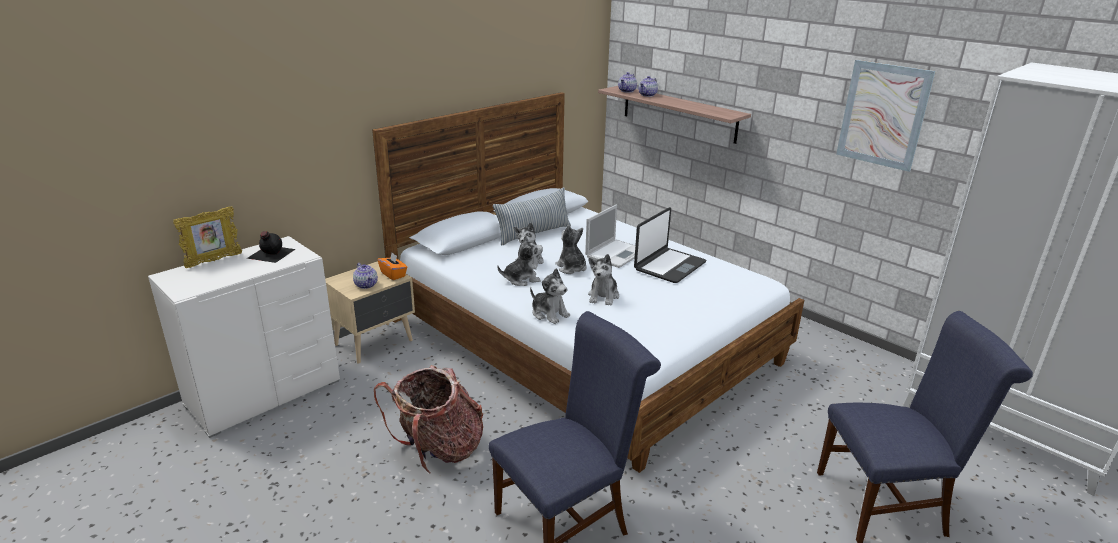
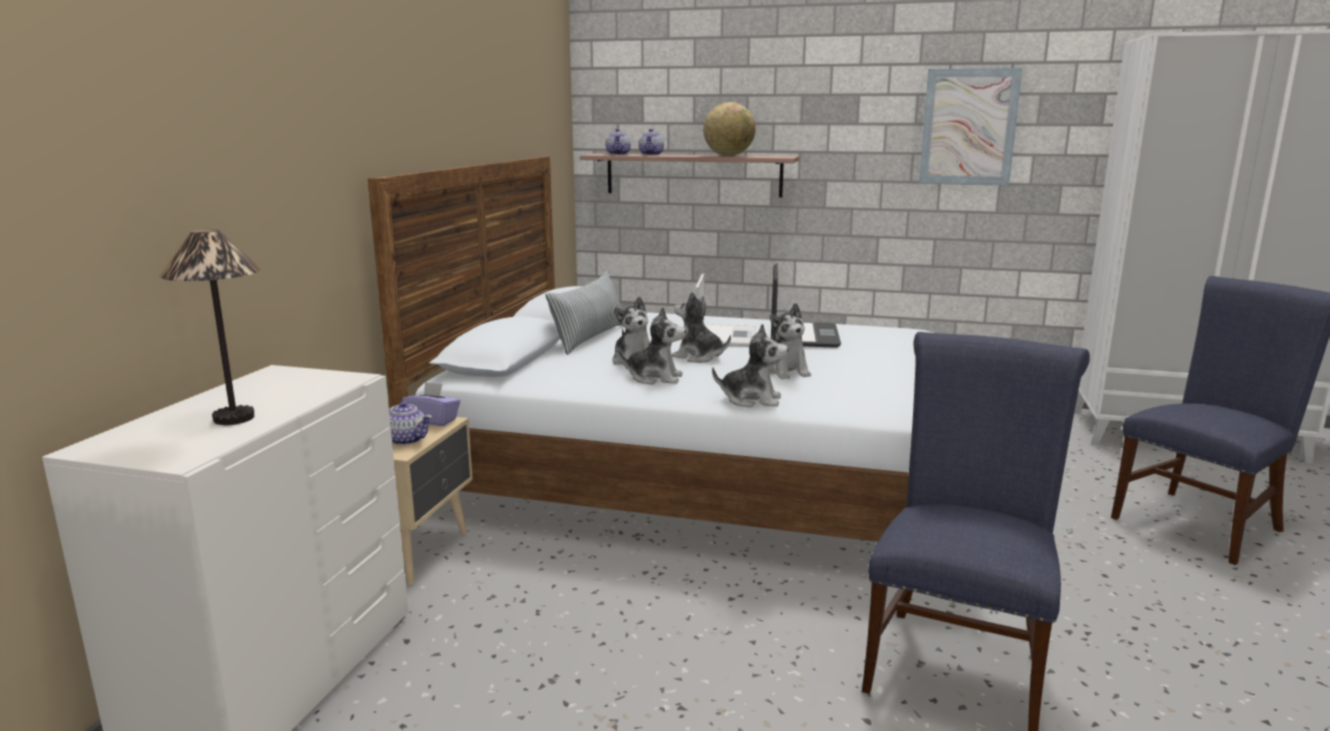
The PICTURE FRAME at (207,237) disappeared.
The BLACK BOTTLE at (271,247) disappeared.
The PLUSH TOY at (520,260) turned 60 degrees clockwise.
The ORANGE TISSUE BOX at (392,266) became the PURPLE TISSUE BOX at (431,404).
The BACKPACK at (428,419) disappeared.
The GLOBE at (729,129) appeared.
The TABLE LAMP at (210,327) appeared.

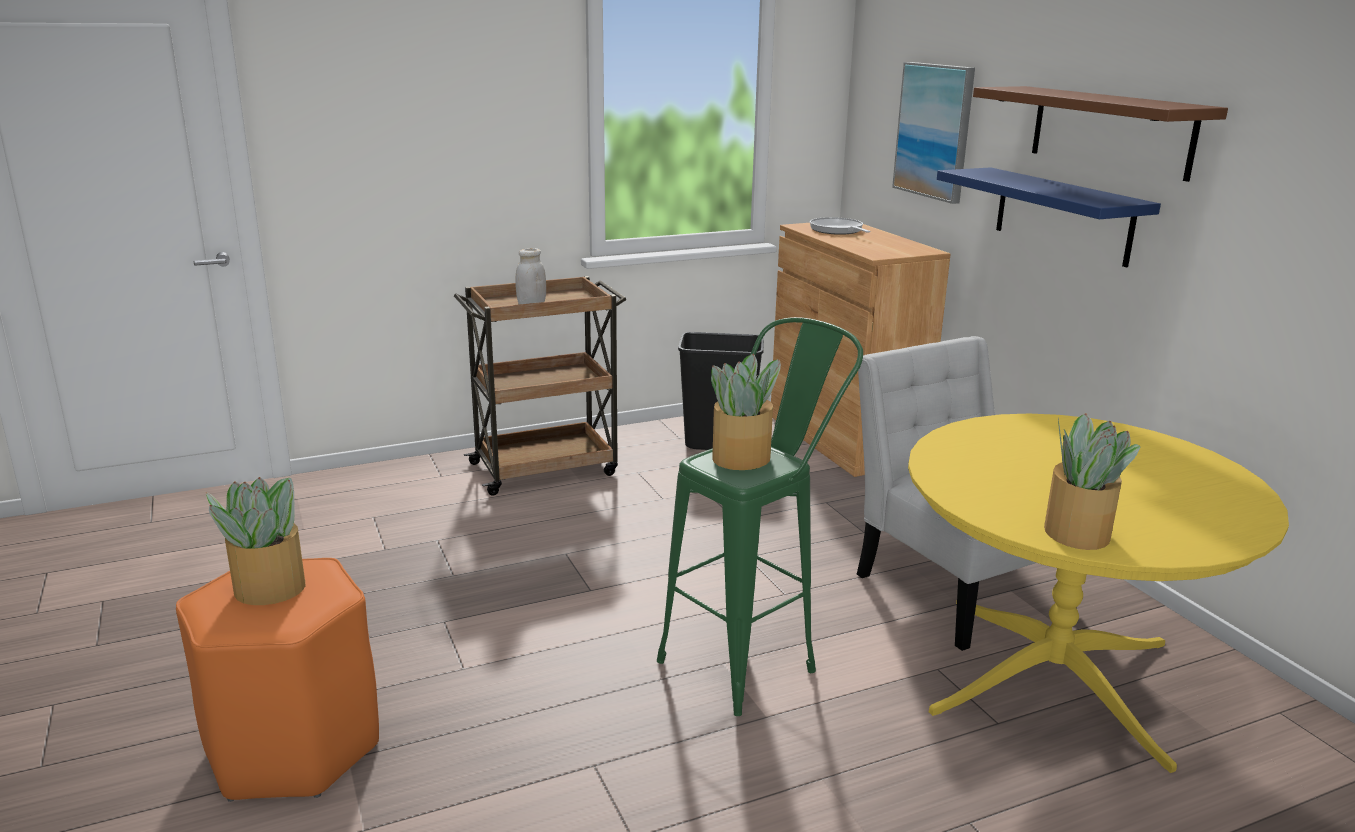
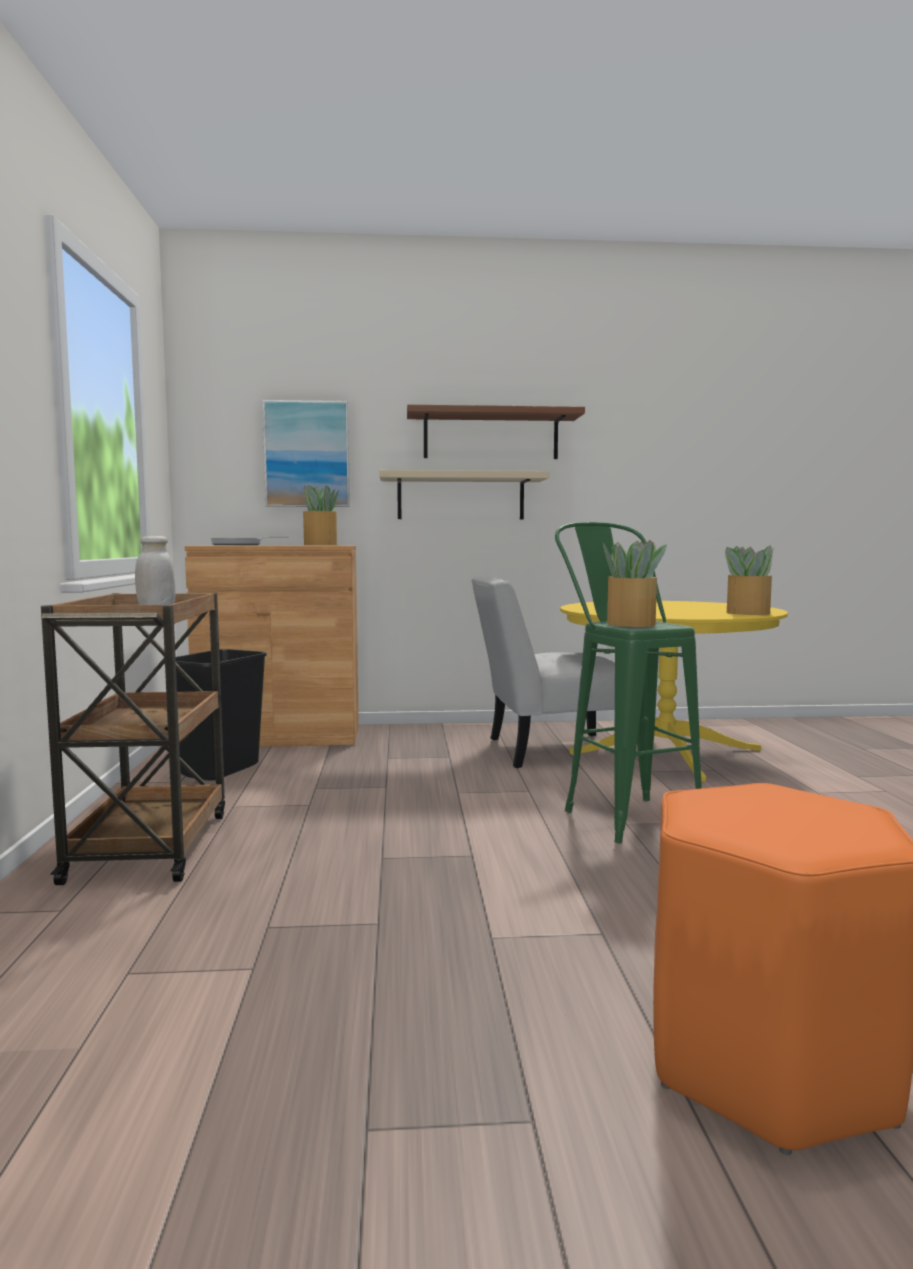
The BLUE SHELF at (1049,217) became the BEIGE SHELF at (464,494).
The POTTED PLANT moved from (255,541) to (321,515).

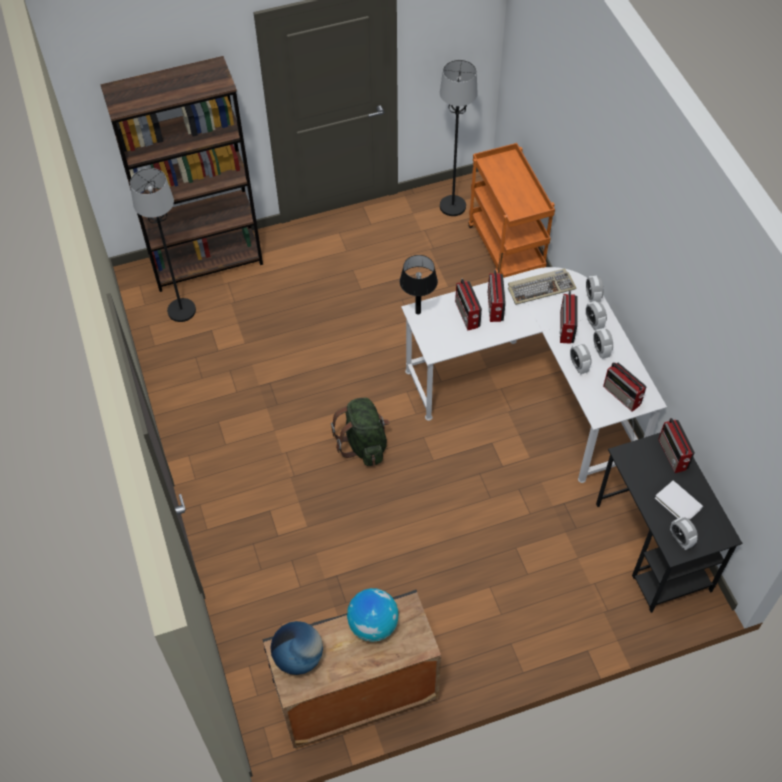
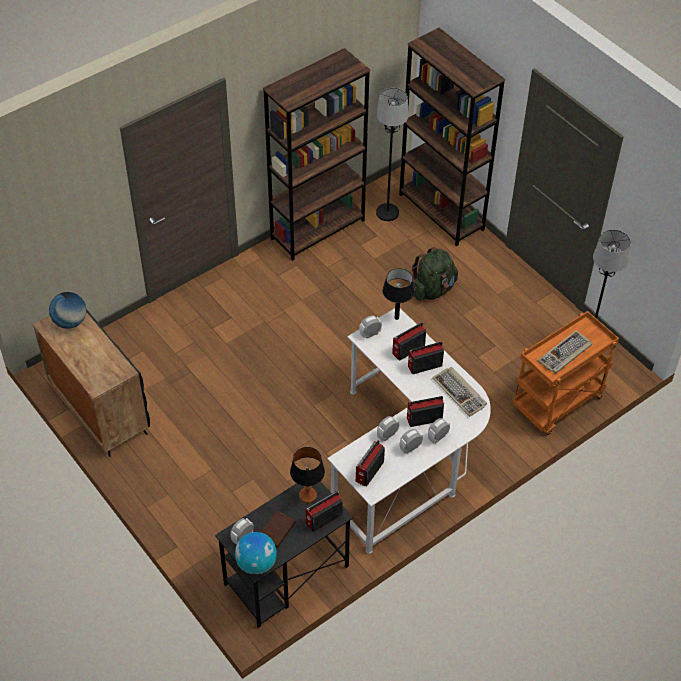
The ALARM CLOCK moved from (594,289) to (370,326).
The GREEN BACKPACK moved from (360,432) to (435,273).
The WHITE BOOK at (679,500) became the BROWN BOOK at (278,529).
The GLOBE moved from (373,615) to (256,553).
The BROWN BOOKCASE at (316,154) appeared.
The KEYBOARD at (565,351) appeared.
The TABLE LAMP at (307,475) appeared.

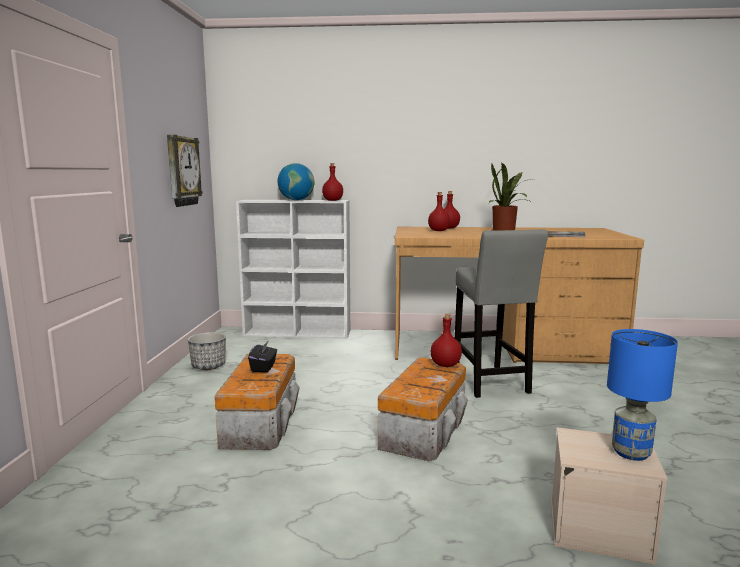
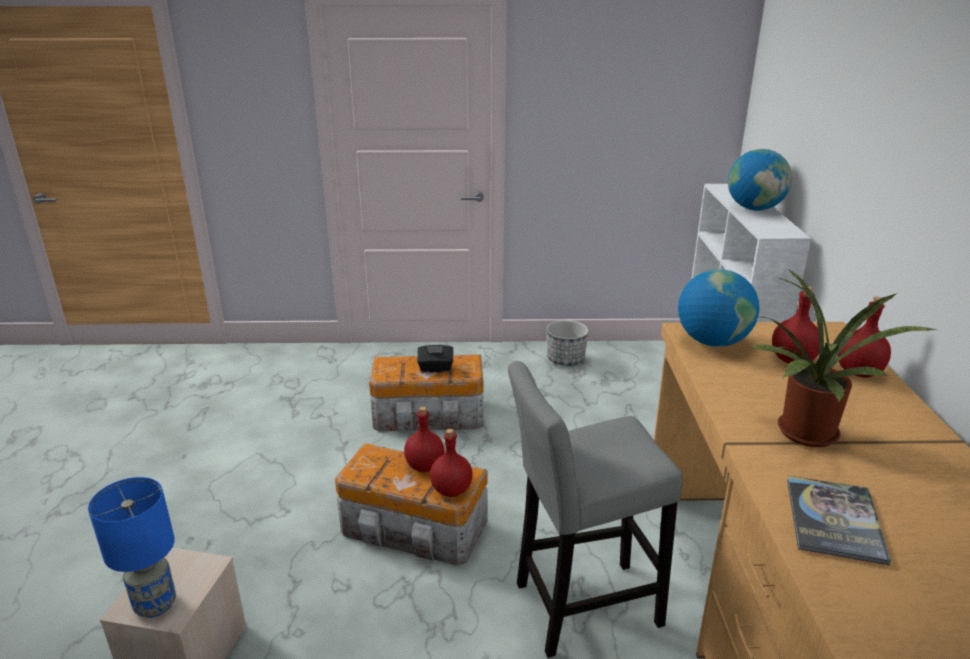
The WALL CLOCK at (185,171) disappeared.
The RED BOTTLE moved from (332,182) to (424,439).
The GLOBE at (719,308) appeared.

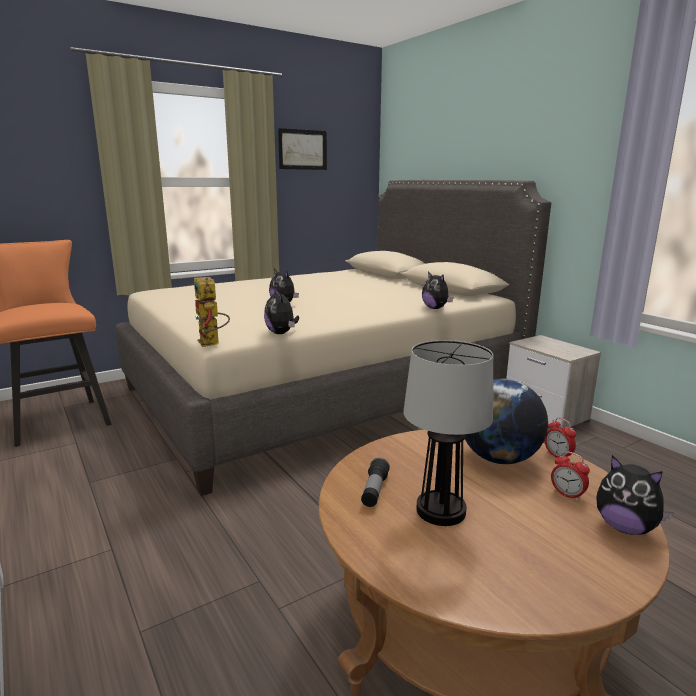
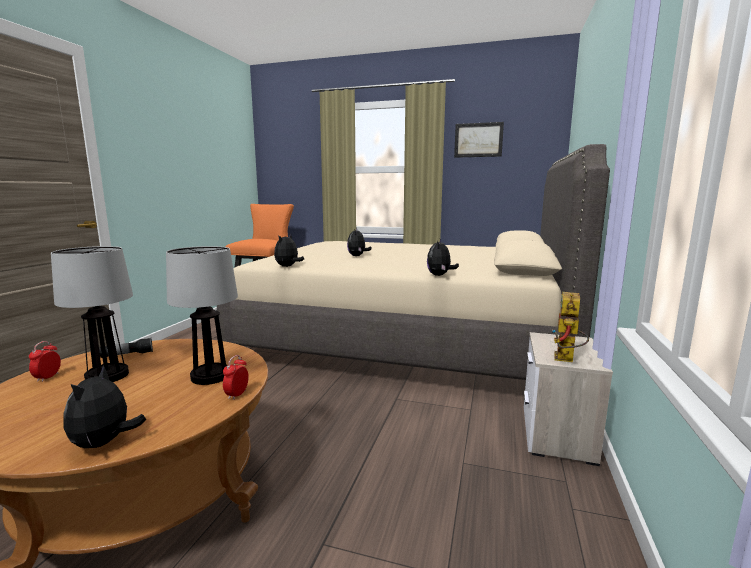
The TOY ROBOT moved from (212,312) to (570,327).
The GLOBE at (506,421) was replaced by the TABLE LAMP at (202,315).
The ALARM CLOCK moved from (570,476) to (45,361).

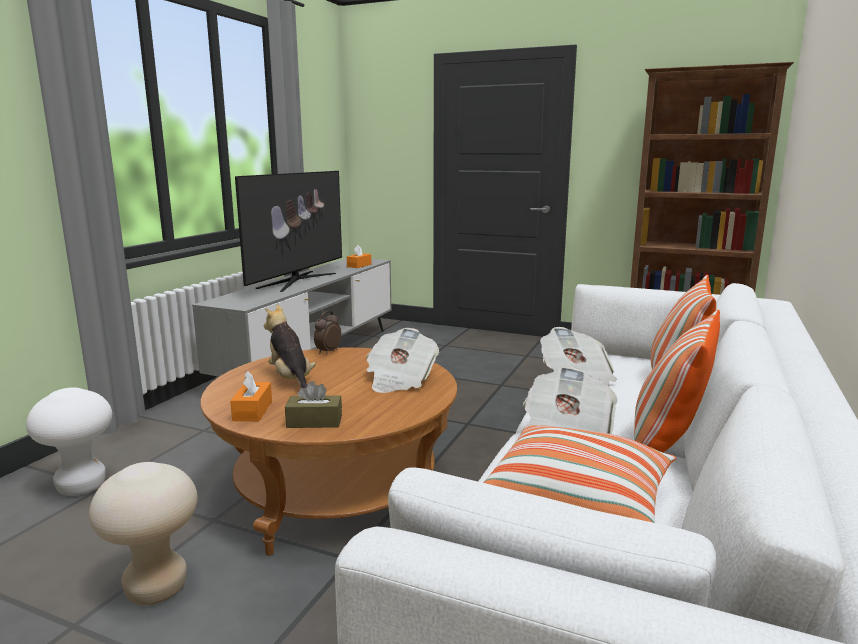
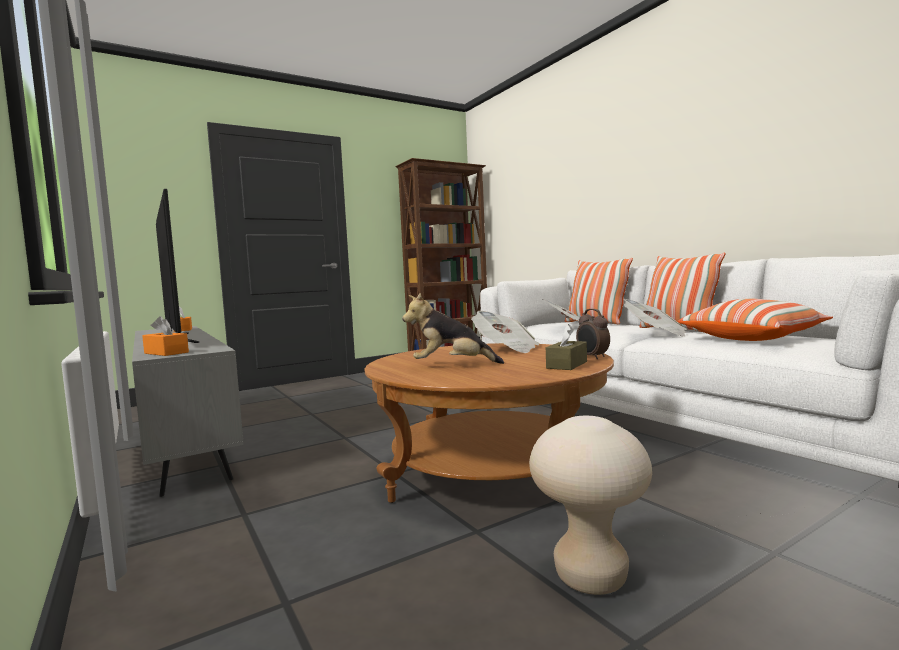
The ALARM CLOCK moved from (327,332) to (593,334).
The ORANGE TISSUE BOX moved from (251,396) to (165,336).
The WHITE STOOL at (69,441) disappeared.

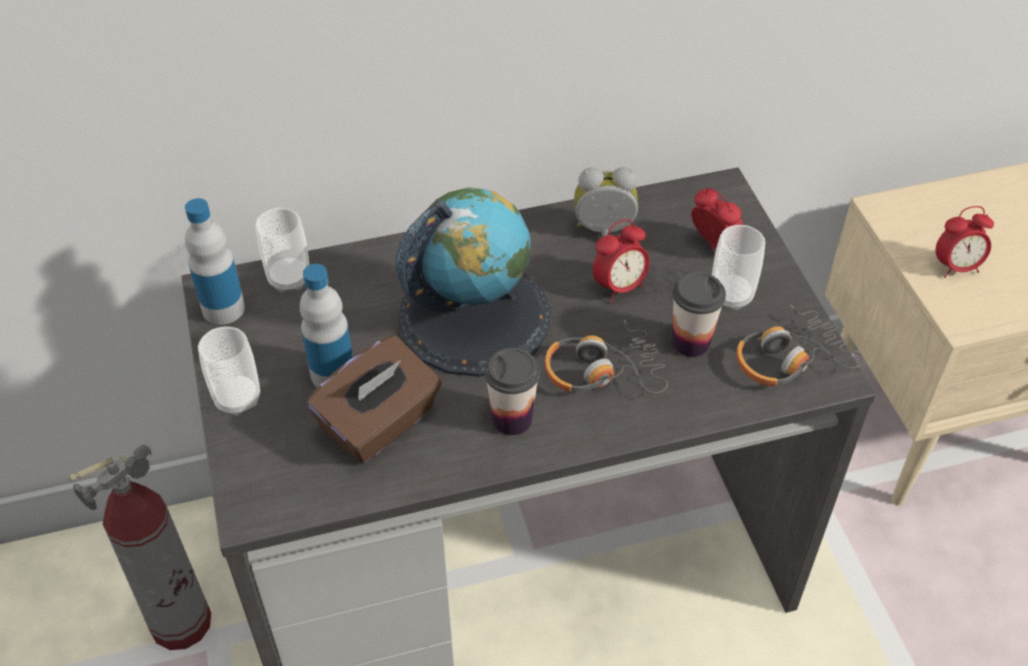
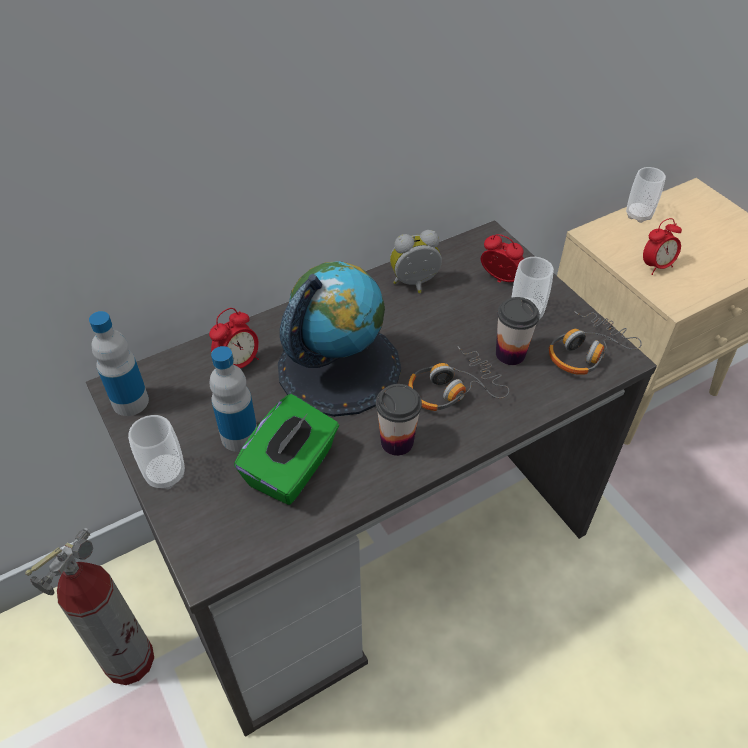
The CUP moved from (282,250) to (646,195).
The ALARM CLOCK moved from (621,260) to (234,338).
The BROWN TISSUE BOX at (374,399) became the GREEN TISSUE BOX at (286,449).

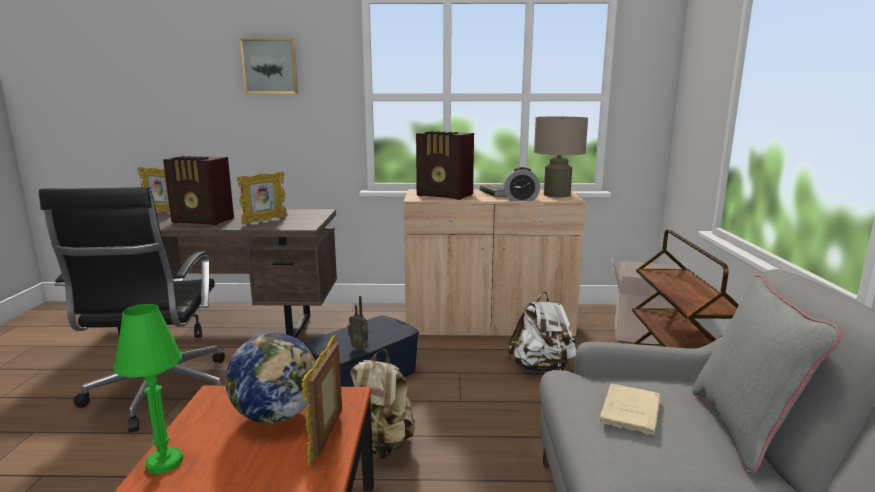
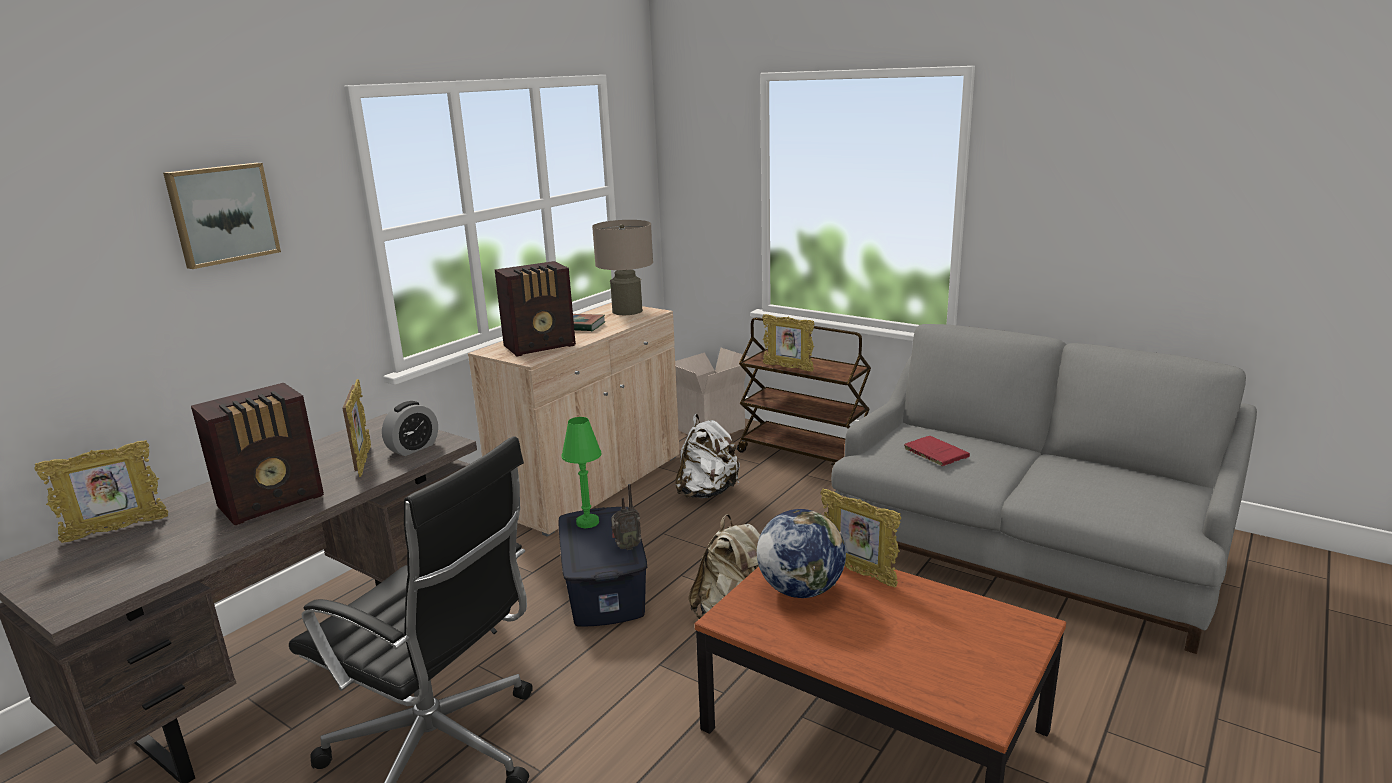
The ALARM CLOCK moved from (522,184) to (410,428).
The GREY PILLOW at (767,374) disappeared.
The GREEN TABLE LAMP moved from (148,389) to (582,472).
The BEIGE BOOK at (629,409) became the RED BOOK at (936,451).
The PICTURE FRAME at (788,342) appeared.

